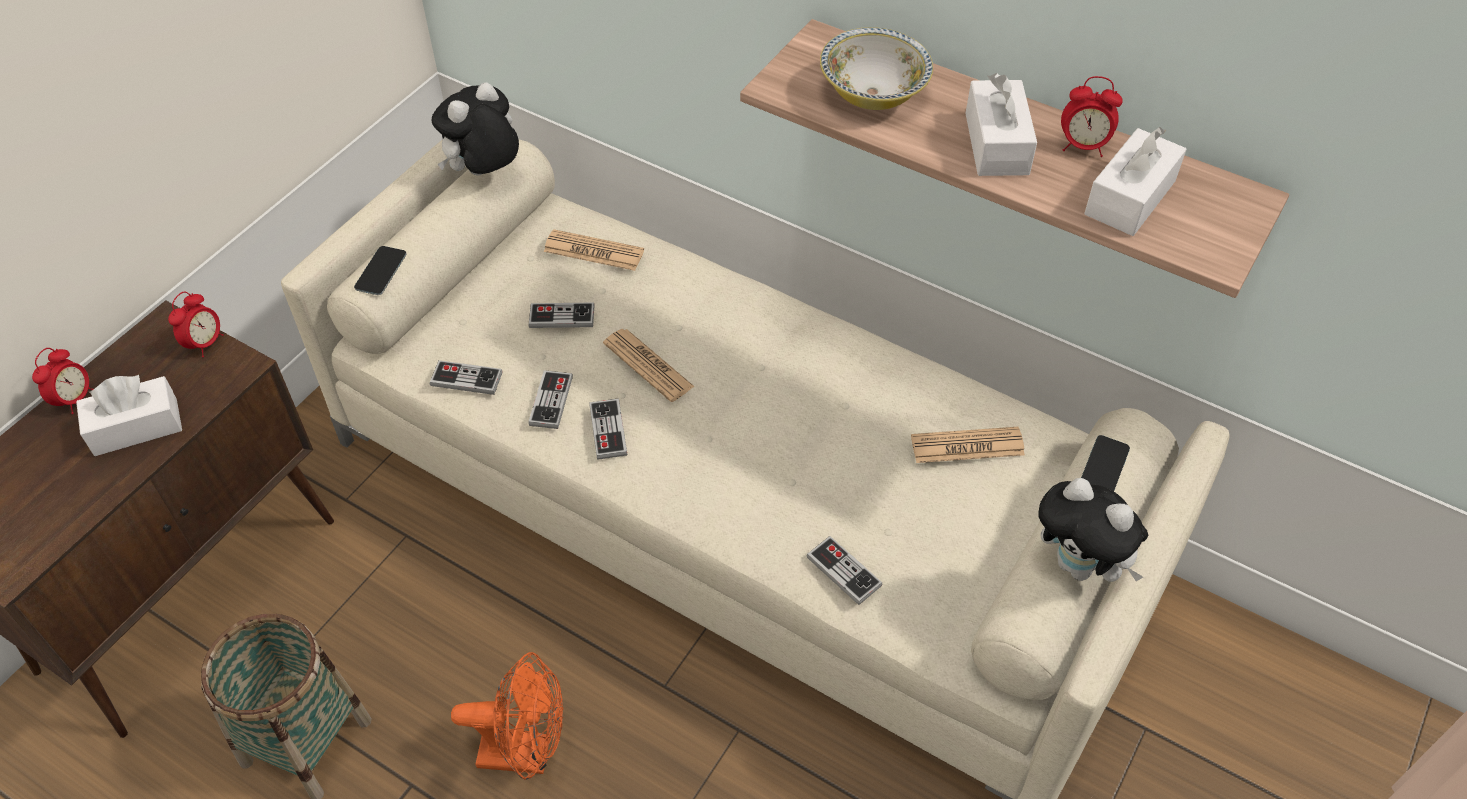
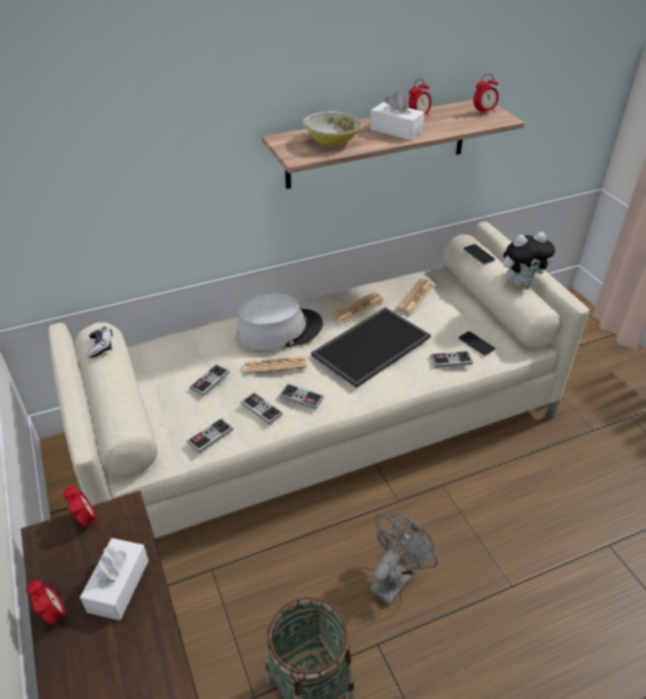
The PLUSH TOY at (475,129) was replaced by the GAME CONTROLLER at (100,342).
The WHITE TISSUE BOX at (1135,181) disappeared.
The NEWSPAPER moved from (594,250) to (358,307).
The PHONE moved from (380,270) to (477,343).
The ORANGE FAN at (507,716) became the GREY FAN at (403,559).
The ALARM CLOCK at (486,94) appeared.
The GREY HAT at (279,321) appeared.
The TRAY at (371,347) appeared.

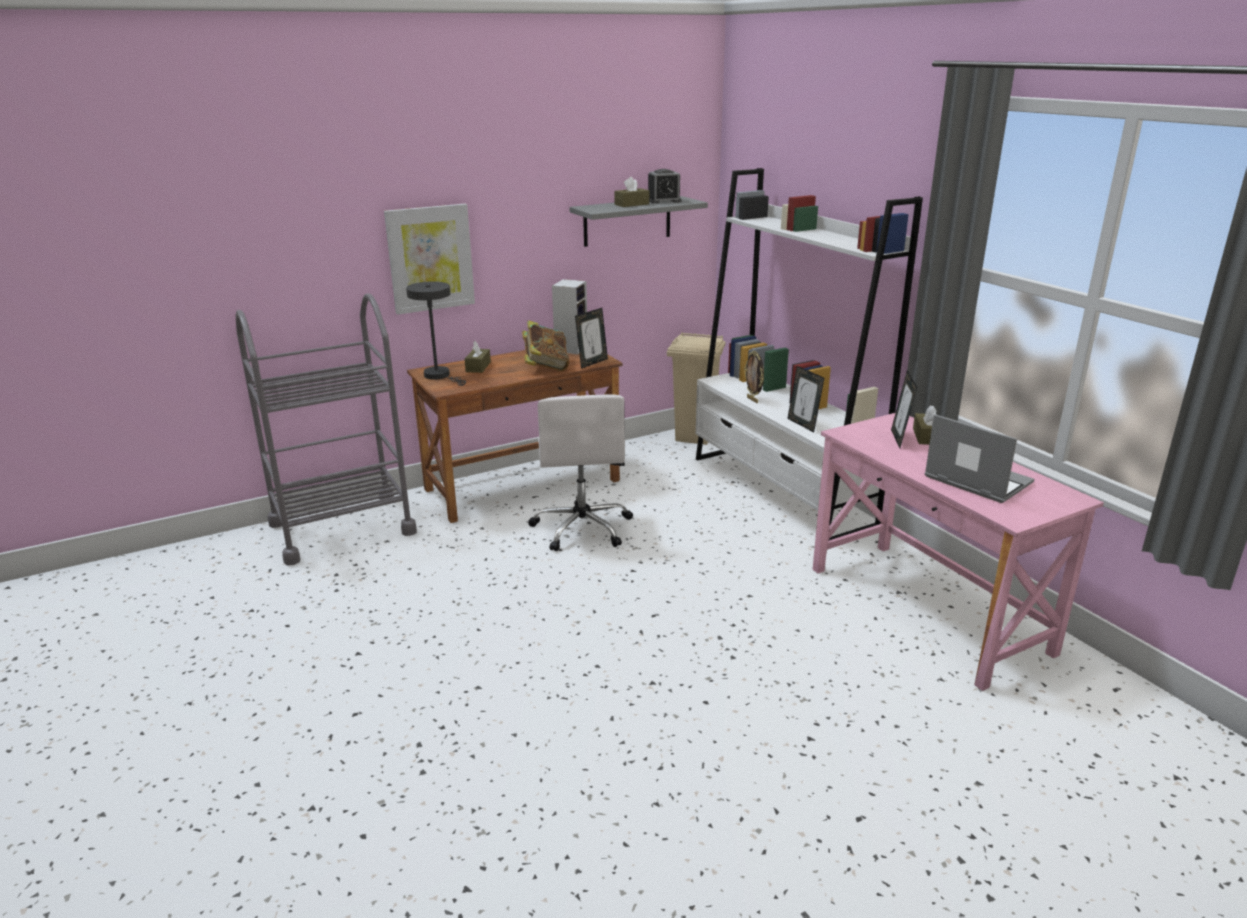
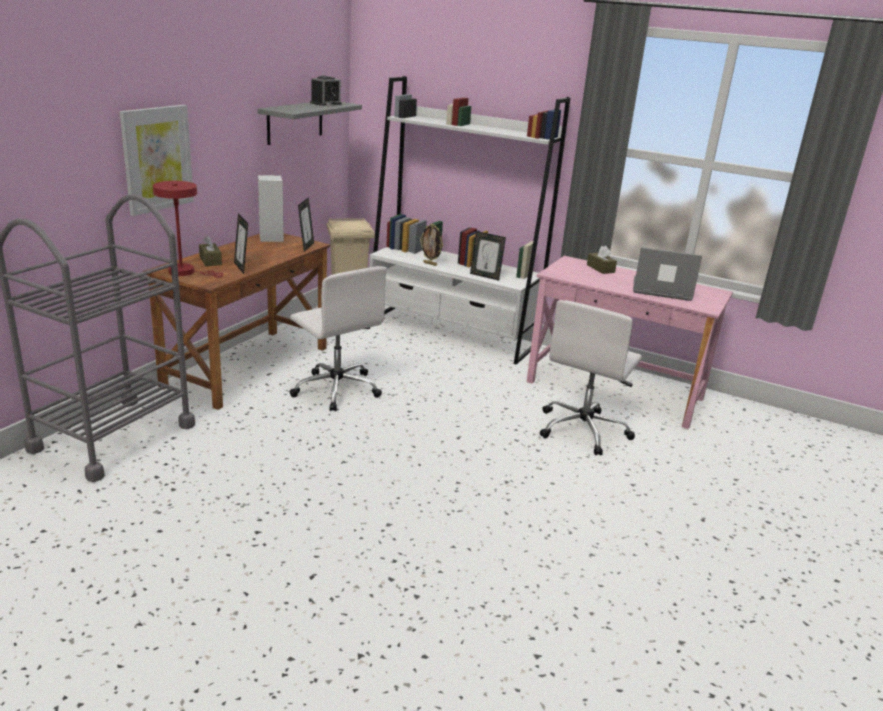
The BROWN TISSUE BOX at (631,192) disappeared.
The GREY TABLE LAMP at (436,333) became the RED TABLE LAMP at (188,229).
The BOOK at (545,345) disappeared.
The PICTURE FRAME moved from (904,409) to (241,244).
The WHITE OFFICE CHAIR at (591,377) appeared.

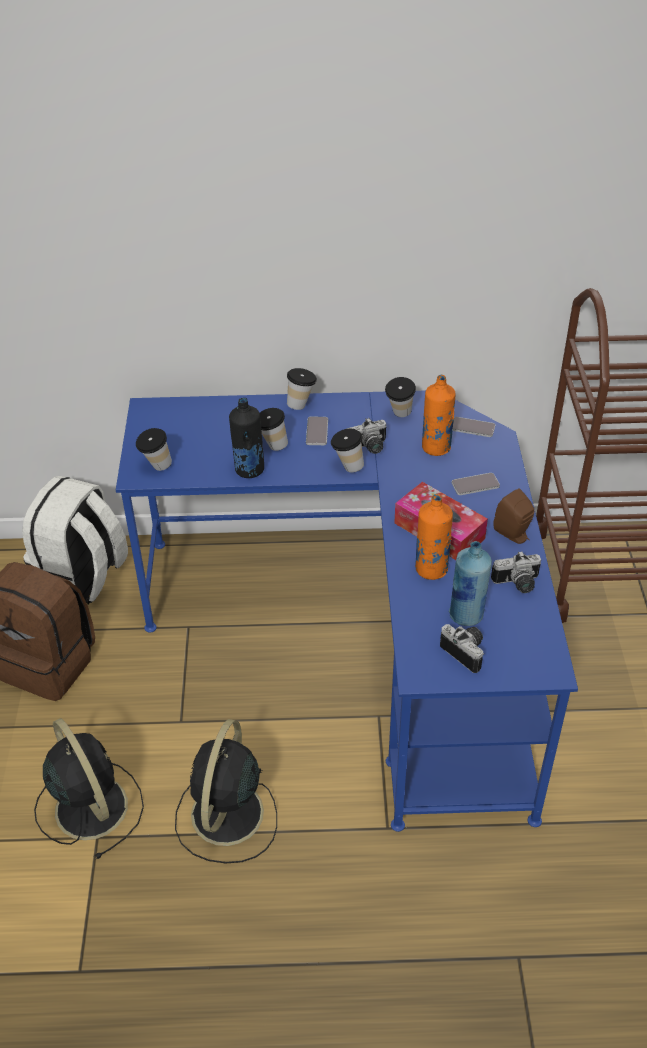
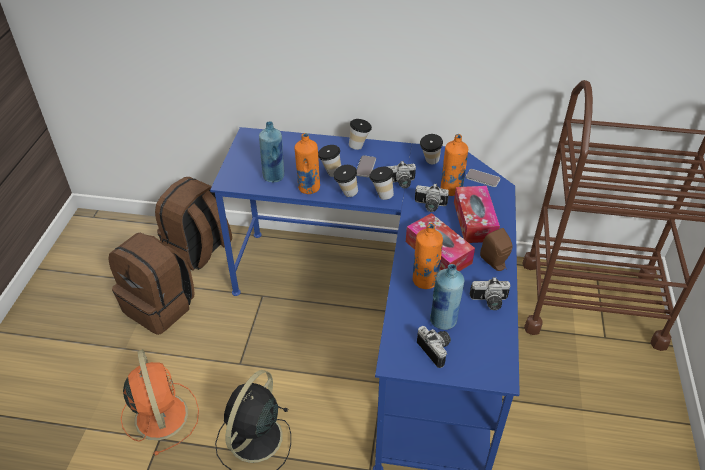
The BLACK BOTTLE at (246,438) became the ORANGE BOTTLE at (307,163).
The CUP moved from (154,449) to (345,181).
The PHONE at (476,484) was replaced by the TISSUE BOX at (477,214).
The WHITE BACKPACK at (75,540) became the BROWN BACKPACK at (193,224).
The BLACK FAN at (89,788) became the ORANGE FAN at (160,402).
The BLUE BOTTLE at (271,151) appeared.
The PHOTO CAMERA at (432,197) appeared.

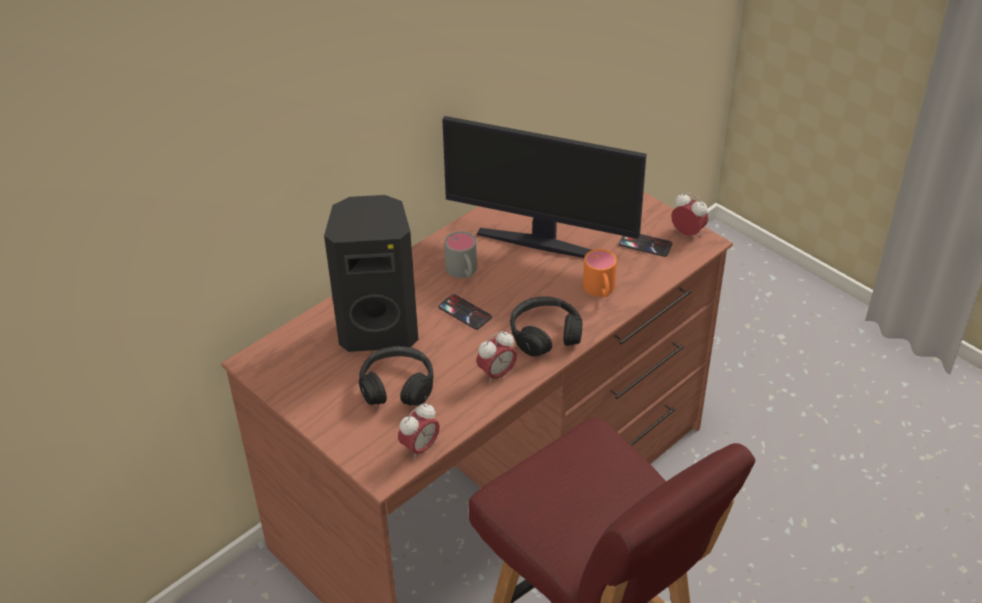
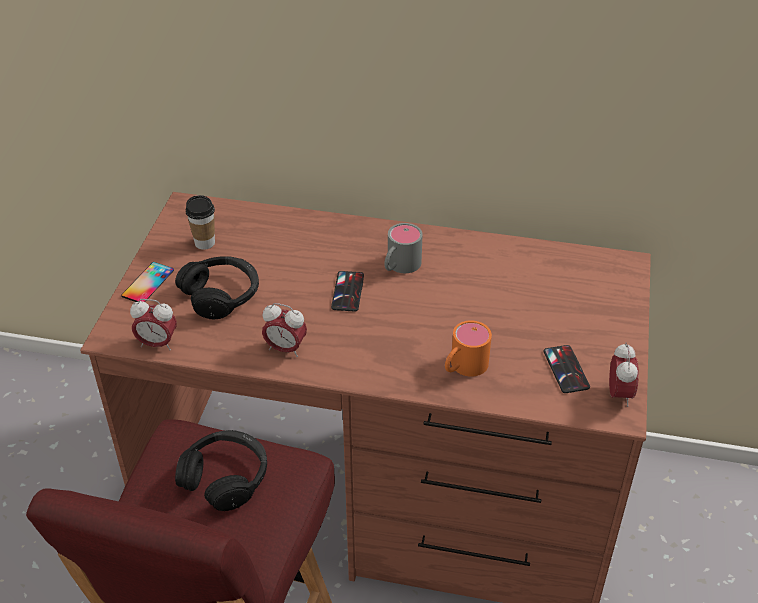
The MONITOR at (544,187) disappeared.
The BLACK SPEAKER at (371,273) disappeared.
The BLACK HEADPHONES moved from (546,326) to (221,470).
The CUP at (200,222) appeared.
The PHONE at (147,282) appeared.

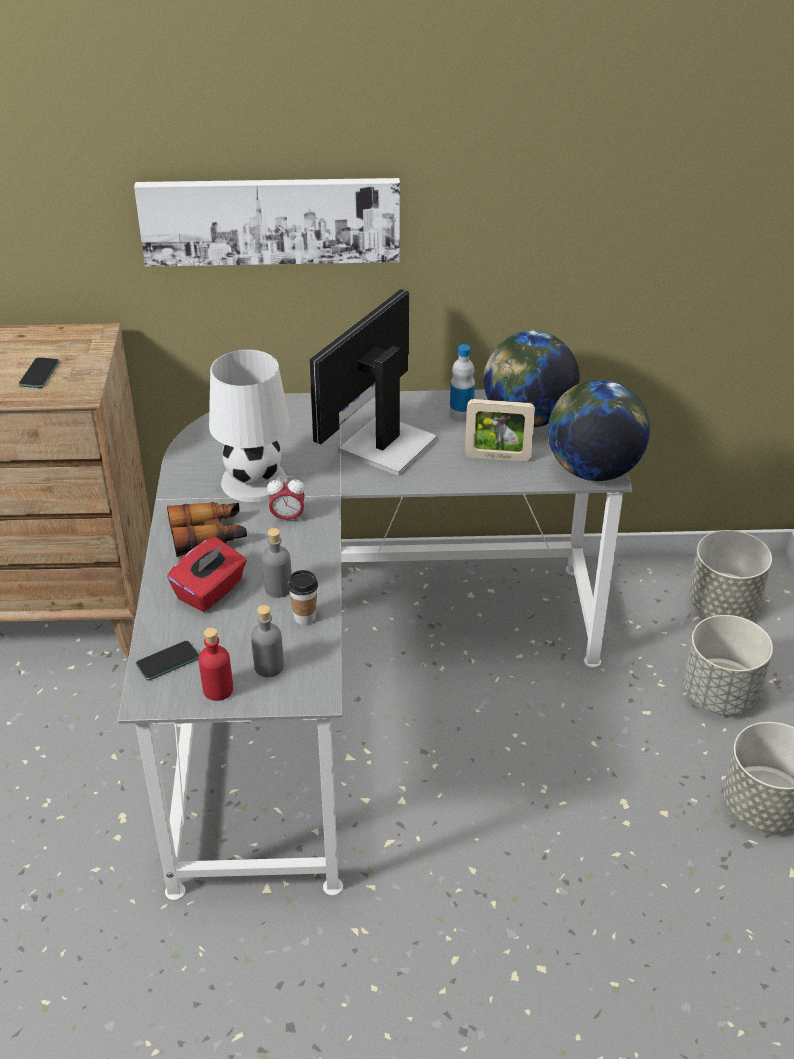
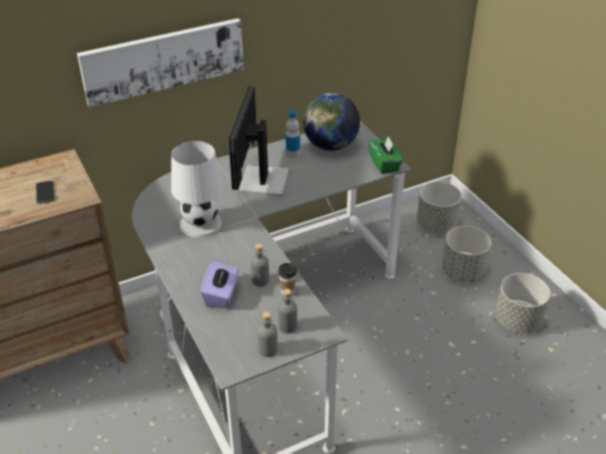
The GLOBE at (599,430) was replaced by the GREEN TISSUE BOX at (386,155).
The PICTURE FRAME at (500,430) disappeared.
The ALARM CLOCK at (286,499) disappeared.
The BINOCULARS at (207,529) disappeared.
The RED TISSUE BOX at (207,574) became the PURPLE TISSUE BOX at (220,284).
The RED BOTTLE at (215,664) became the GREY BOTTLE at (267,334).
The PHONE at (167,660) disappeared.

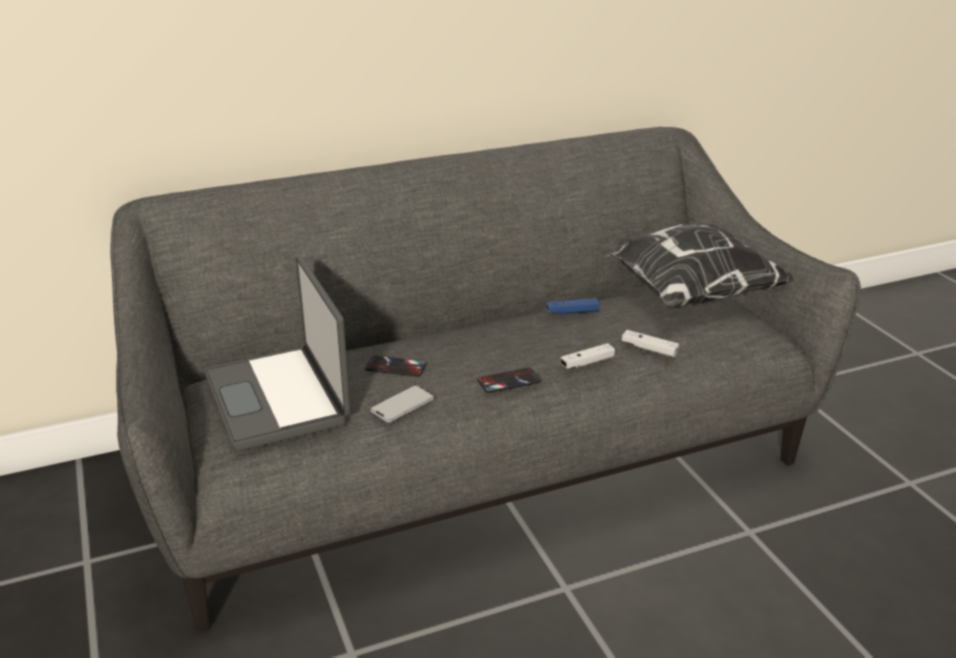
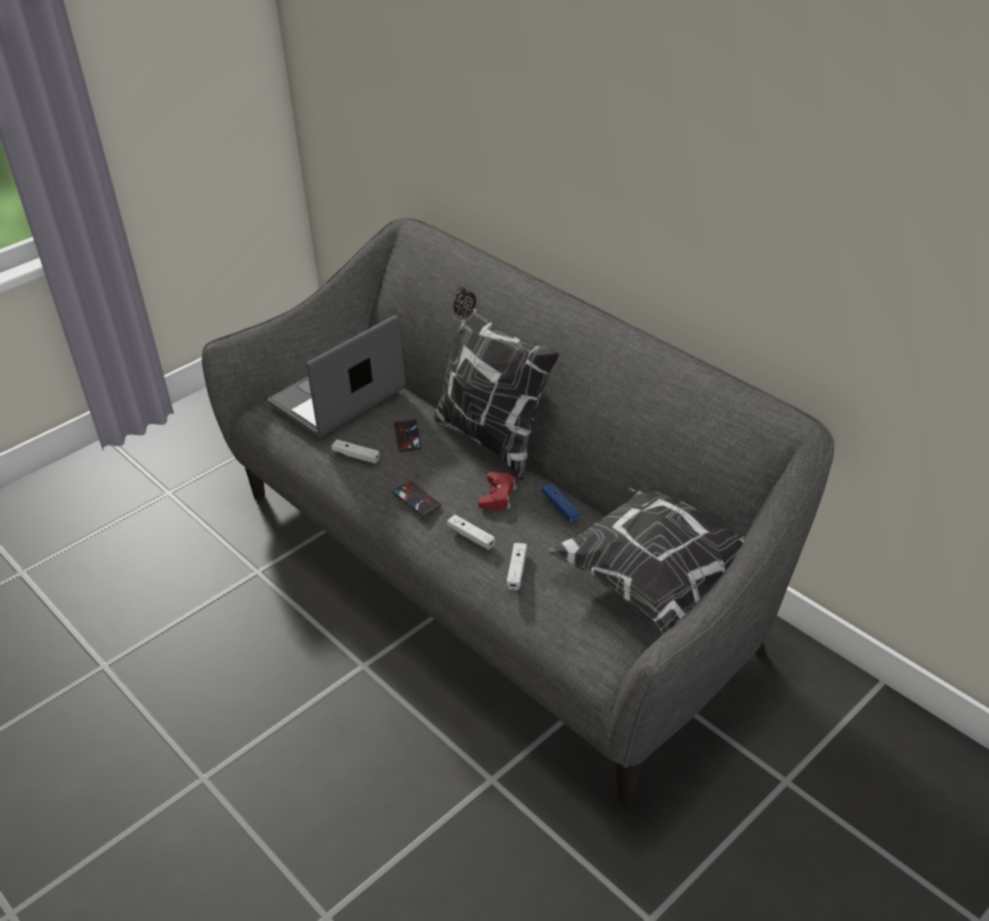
The PHONE at (402,403) was replaced by the WHITE GAME CONTROLLER at (355,451).
The PILLOW at (496,384) appeared.
The RED GAME CONTROLLER at (497,491) appeared.

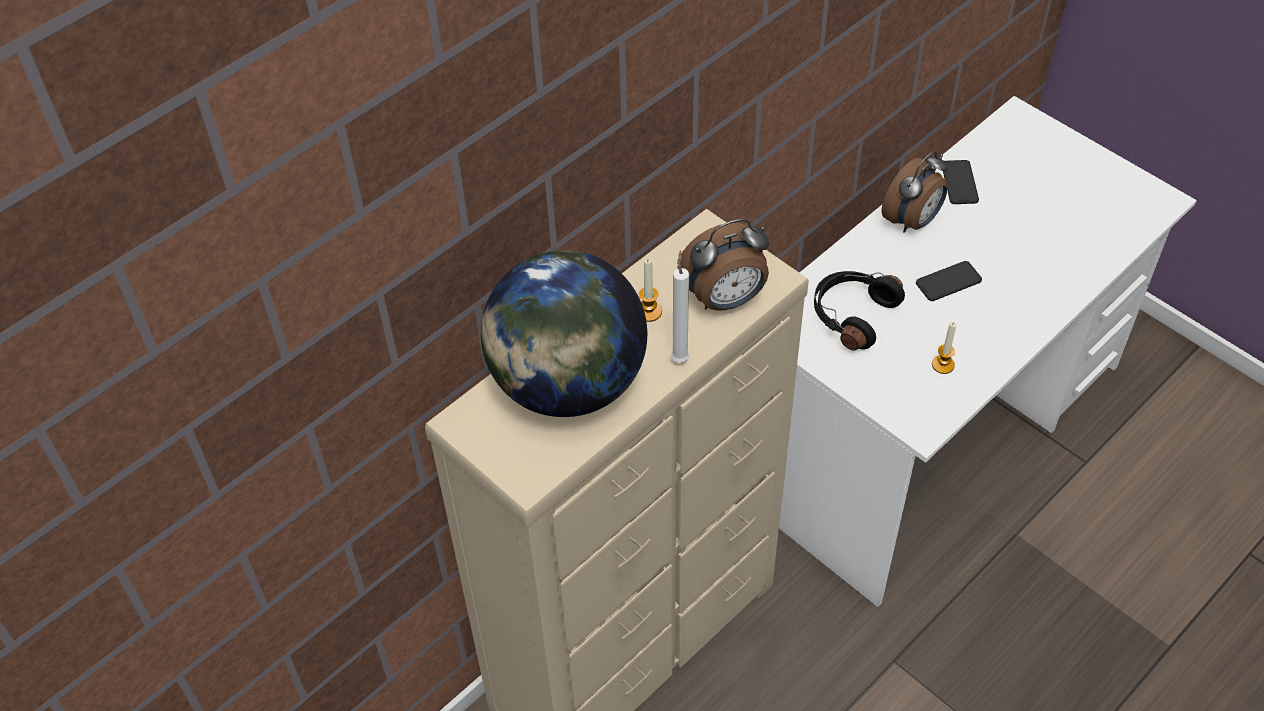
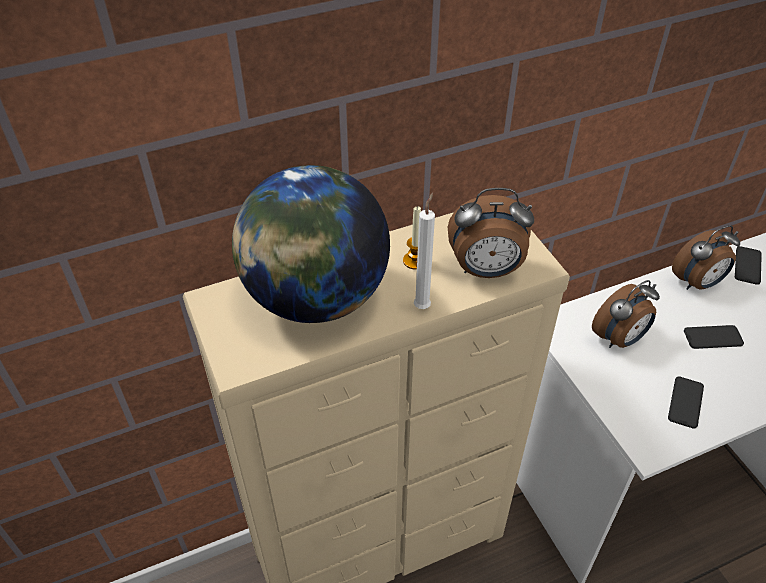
The BLACK HEADPHONES at (859,310) was replaced by the ALARM CLOCK at (626,314).
The CANDLE at (944,348) was replaced by the PHONE at (686,402).

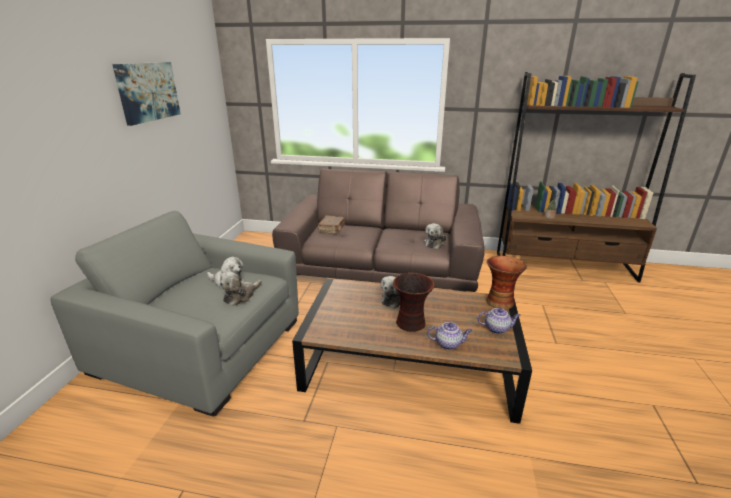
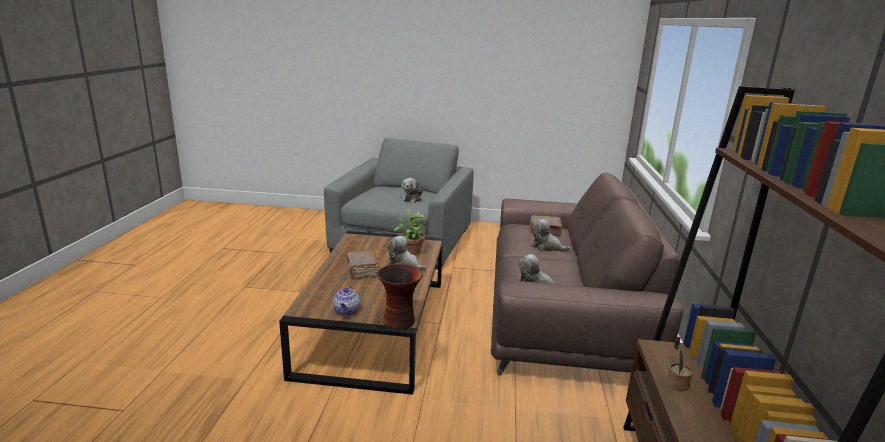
The PICTURE at (146,94) disappeared.
The PLUSH TOY moved from (240,288) to (551,235).
The VASE at (414,302) was replaced by the BROWN BOOK at (363,264).
The TEAPOT at (449,336) disappeared.
The POTTED PLANT at (410,232) appeared.

